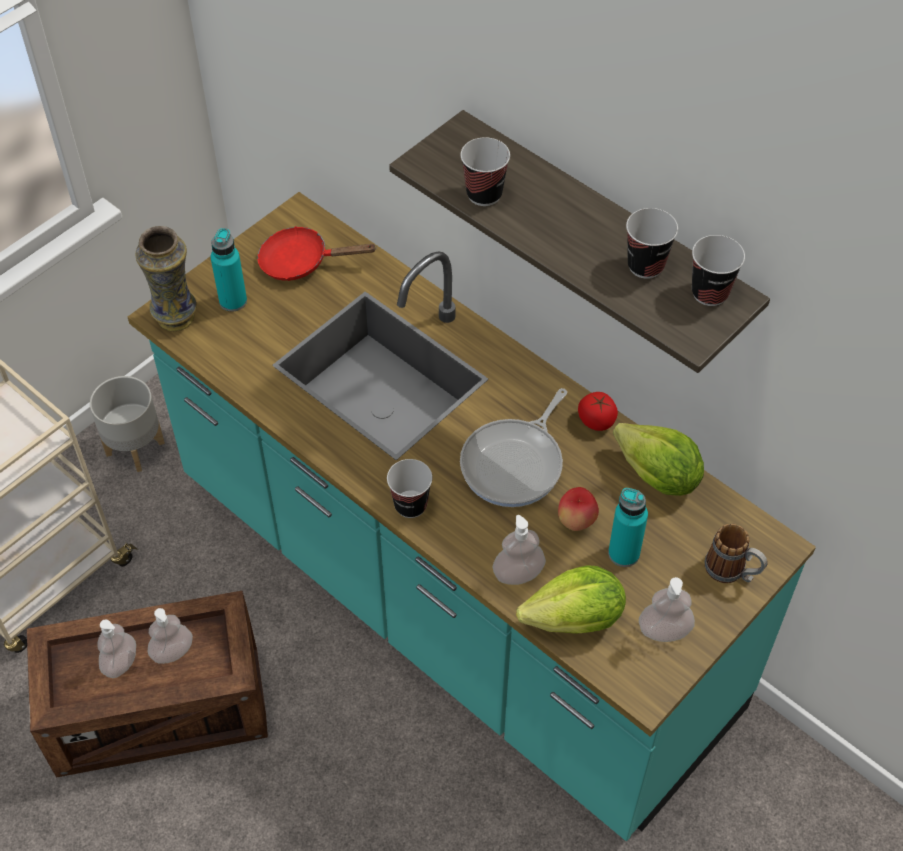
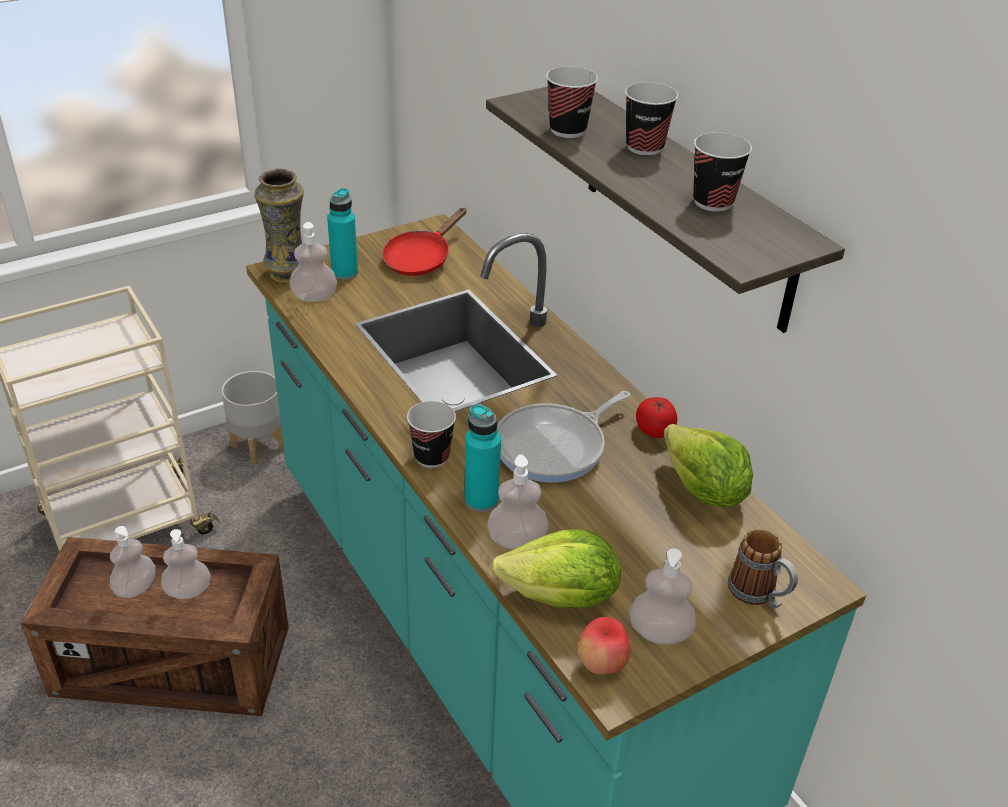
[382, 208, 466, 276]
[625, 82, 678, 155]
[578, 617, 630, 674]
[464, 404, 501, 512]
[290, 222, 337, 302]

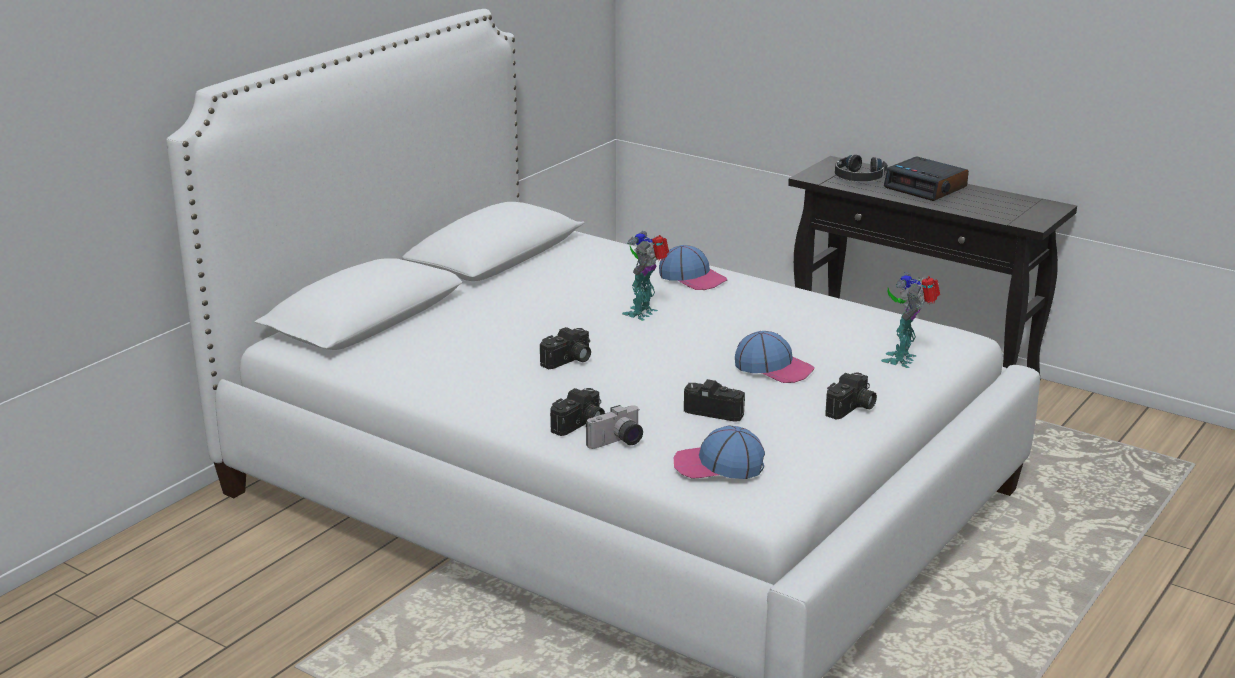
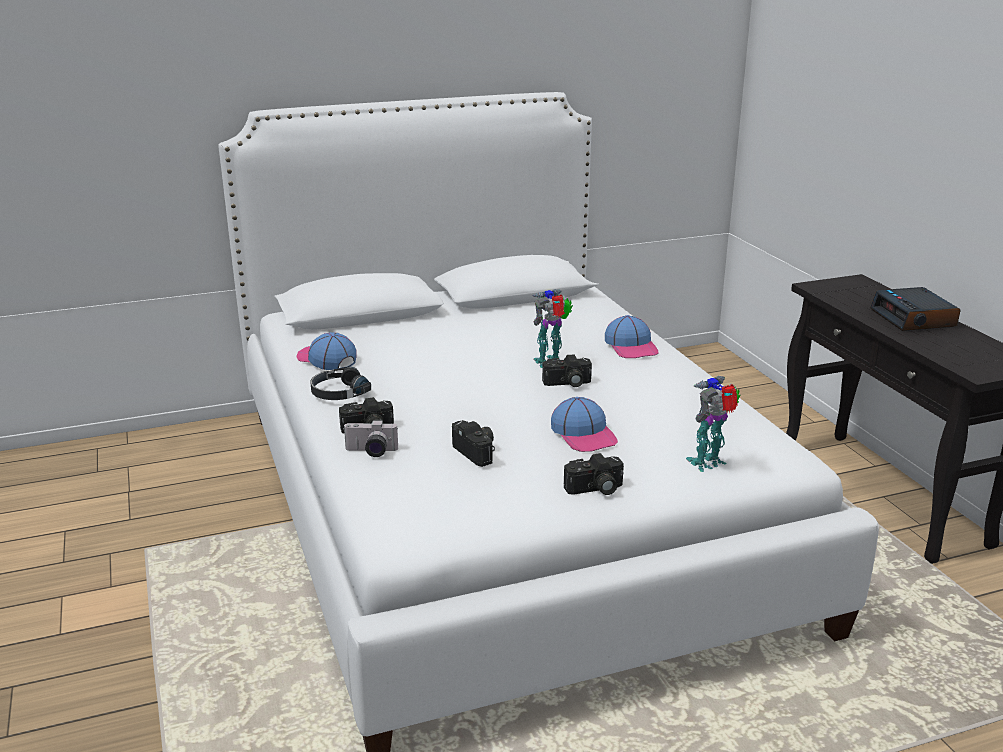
[310, 367, 371, 400]
[542, 354, 592, 387]
[297, 332, 356, 370]

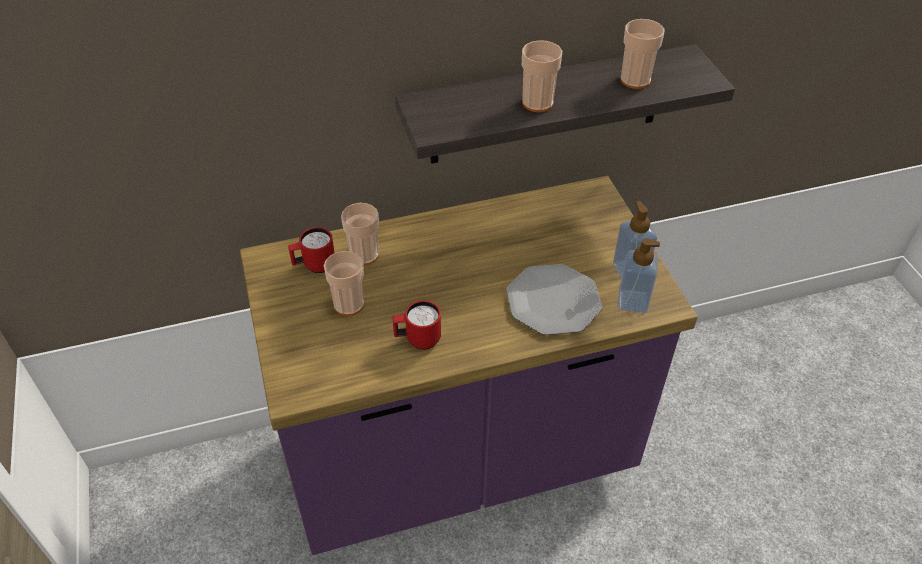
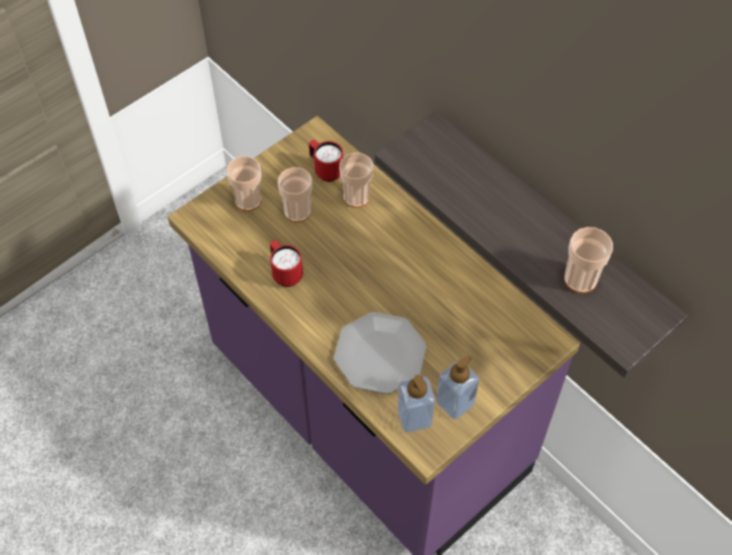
[226, 156, 262, 211]

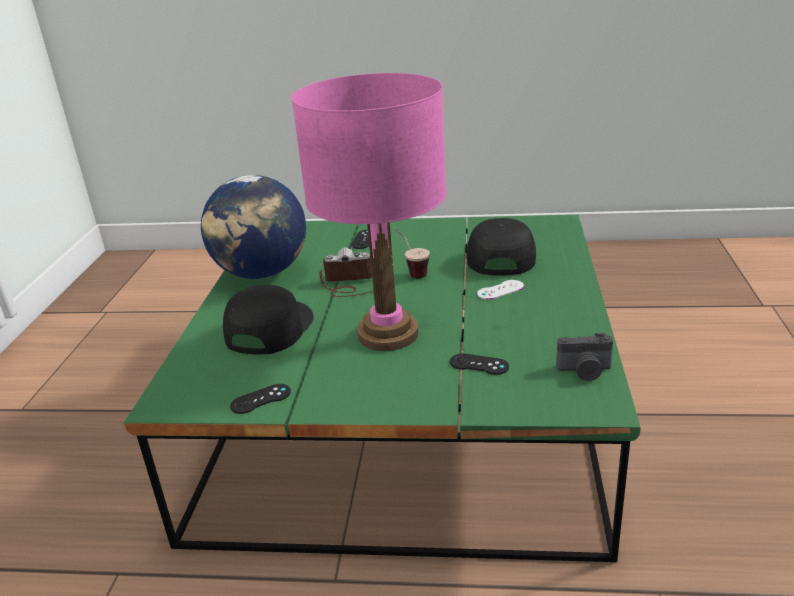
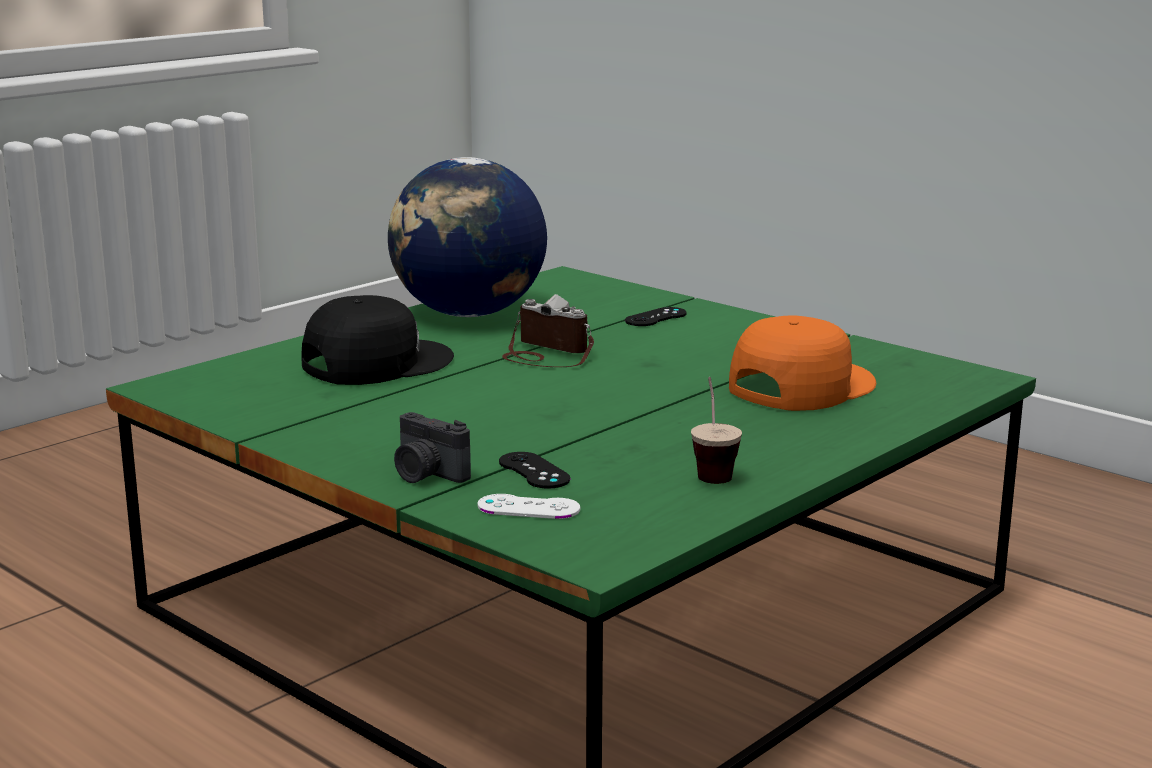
[291, 73, 447, 351] (first image)
[729, 315, 876, 411]
[691, 377, 742, 484]
[477, 494, 580, 519]
[394, 412, 471, 483]
[230, 384, 291, 414] (first image)

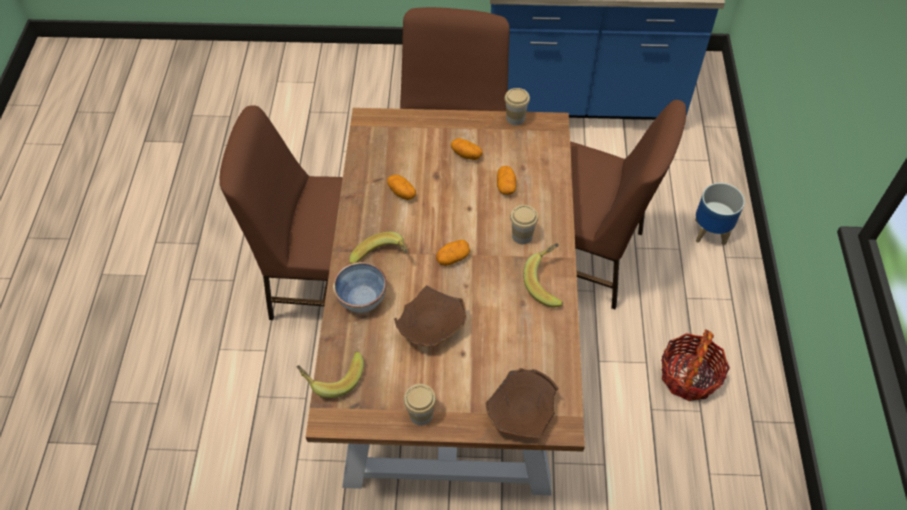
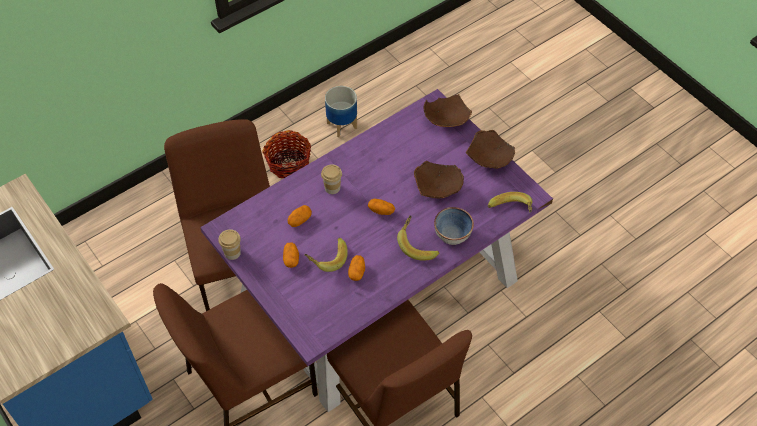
[200, 89, 553, 412]
[325, 86, 357, 137]
[305, 238, 348, 272]
[466, 130, 515, 169]

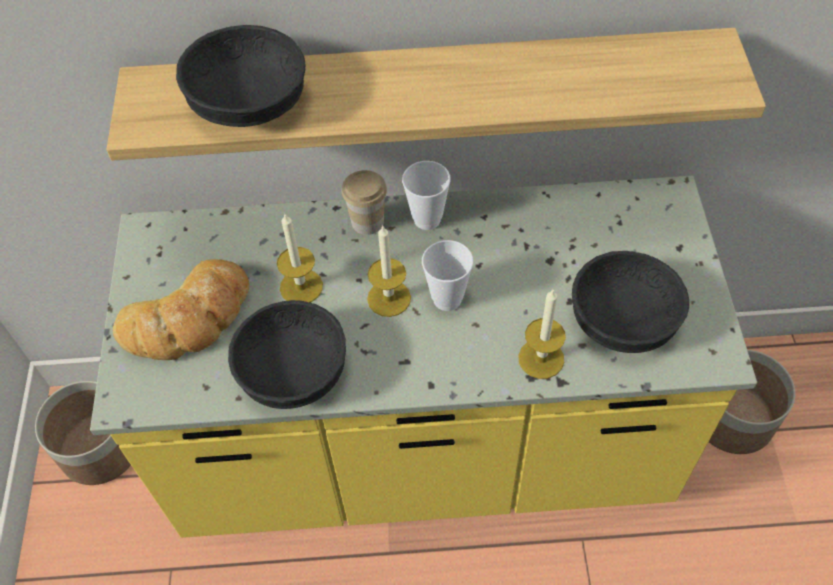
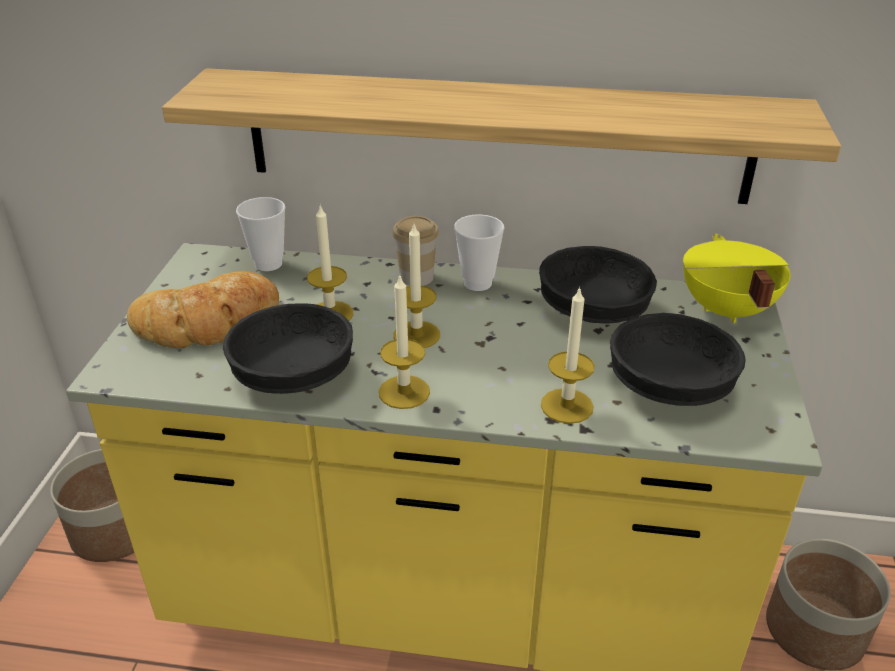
[539, 246, 657, 323]
[236, 197, 285, 271]
[683, 234, 791, 323]
[379, 276, 430, 409]

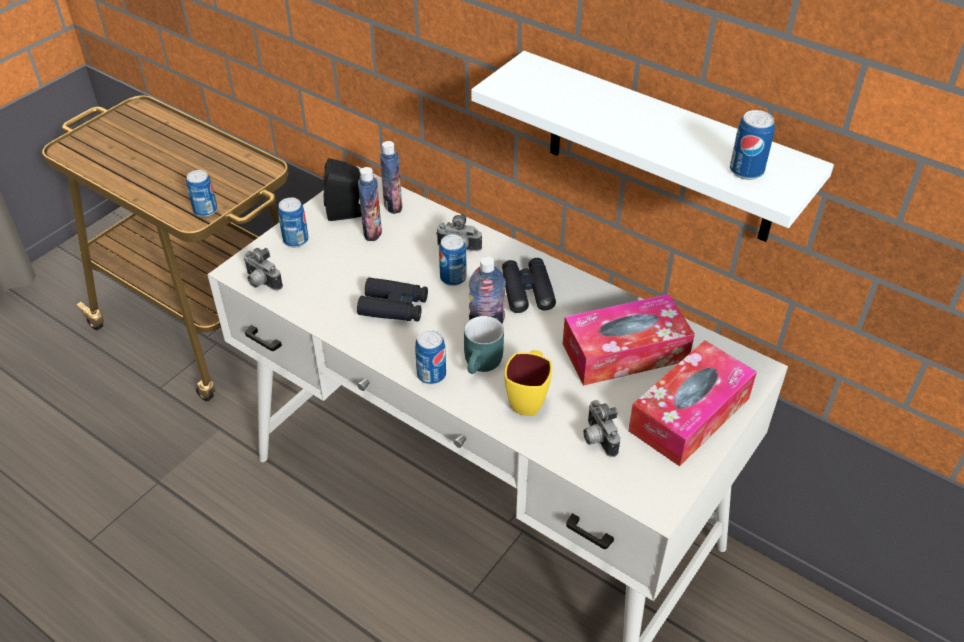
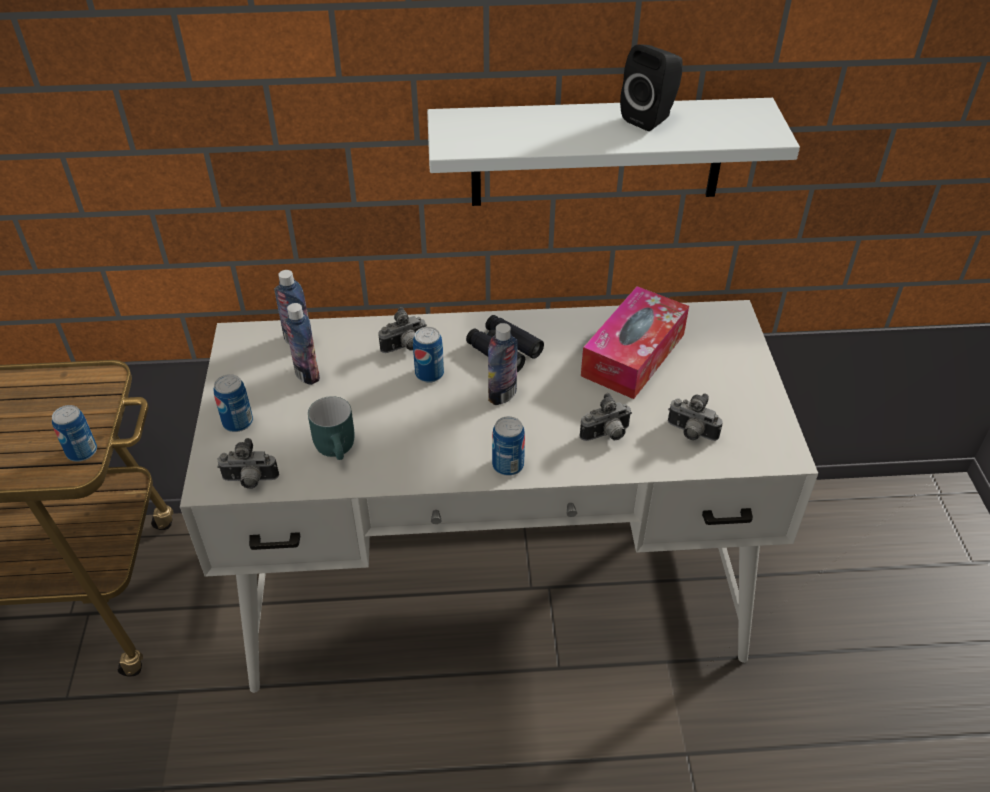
[730, 110, 775, 180] (first image)
[620, 44, 683, 131]
[357, 277, 428, 322] (first image)
[308, 396, 355, 460]
[628, 340, 757, 466] (first image)
[580, 393, 632, 441]

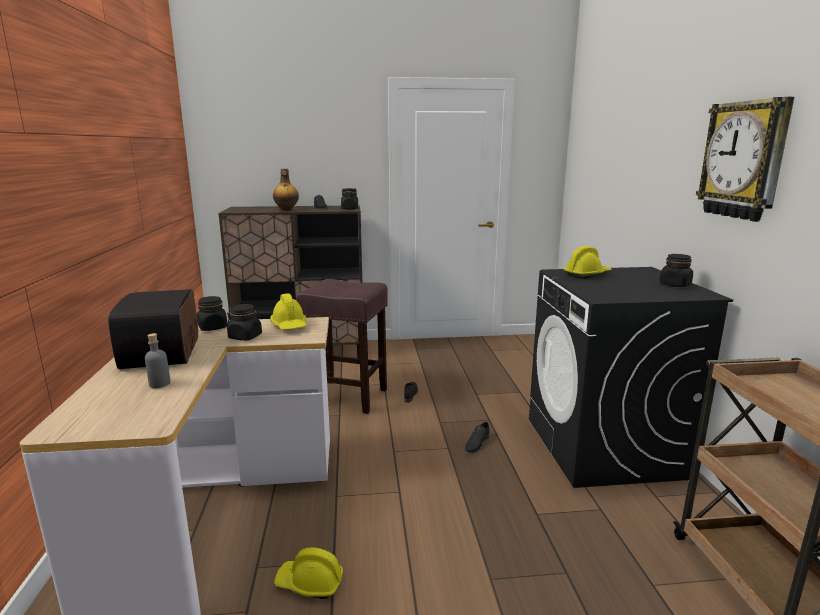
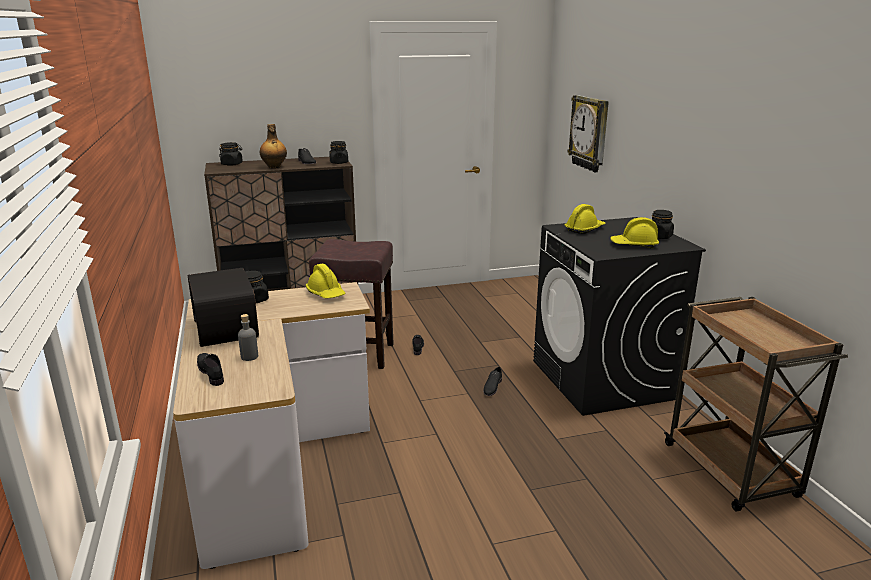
[568, 95, 609, 172]
[219, 142, 243, 166]
[610, 217, 659, 248]
[197, 353, 224, 386]

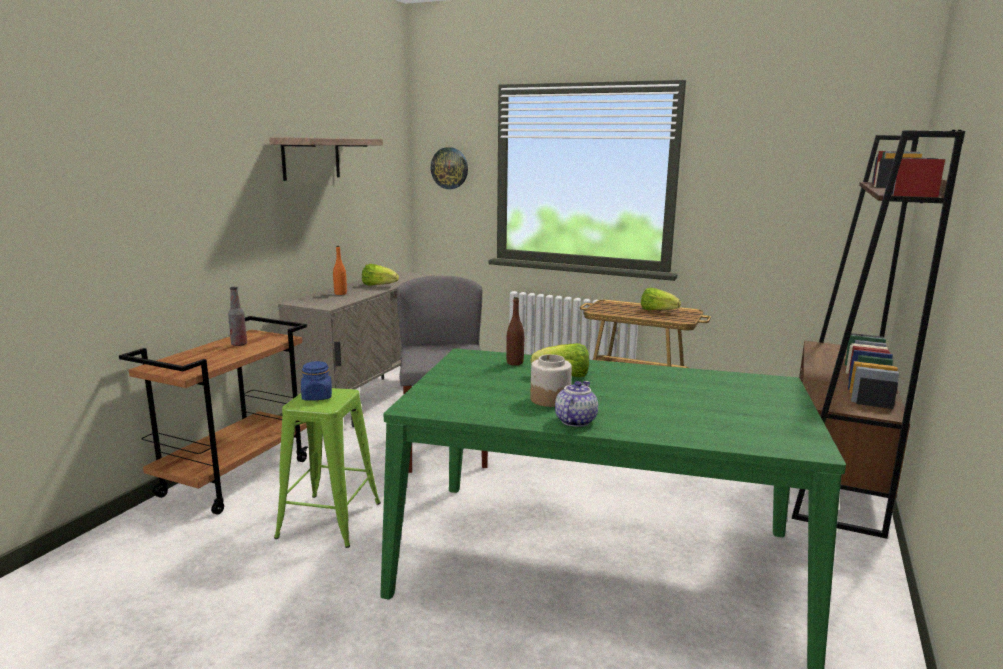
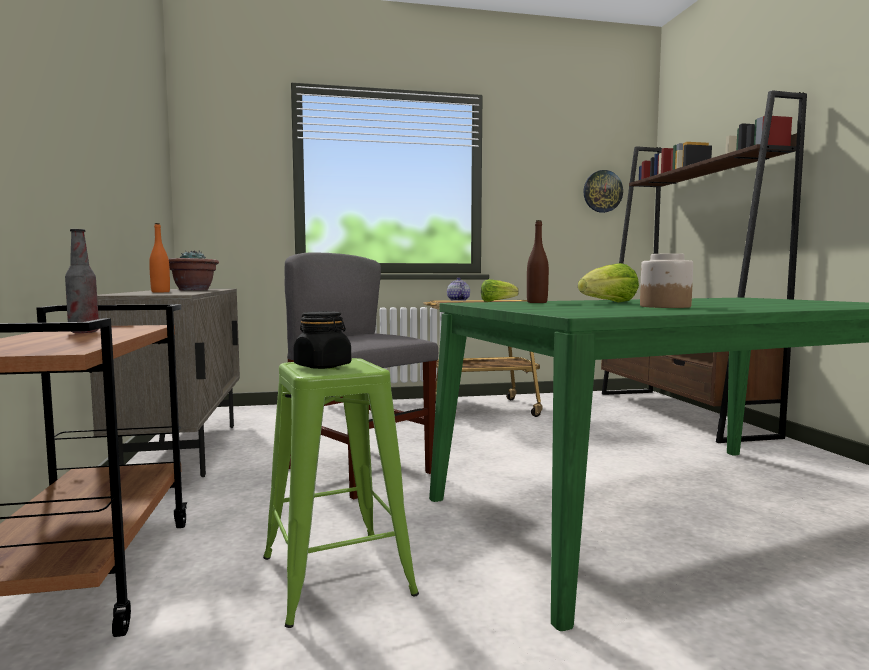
[269, 137, 383, 181] (first image)
[583, 170, 623, 213]
[169, 251, 219, 290]
[294, 311, 351, 369]
[447, 277, 470, 301]

